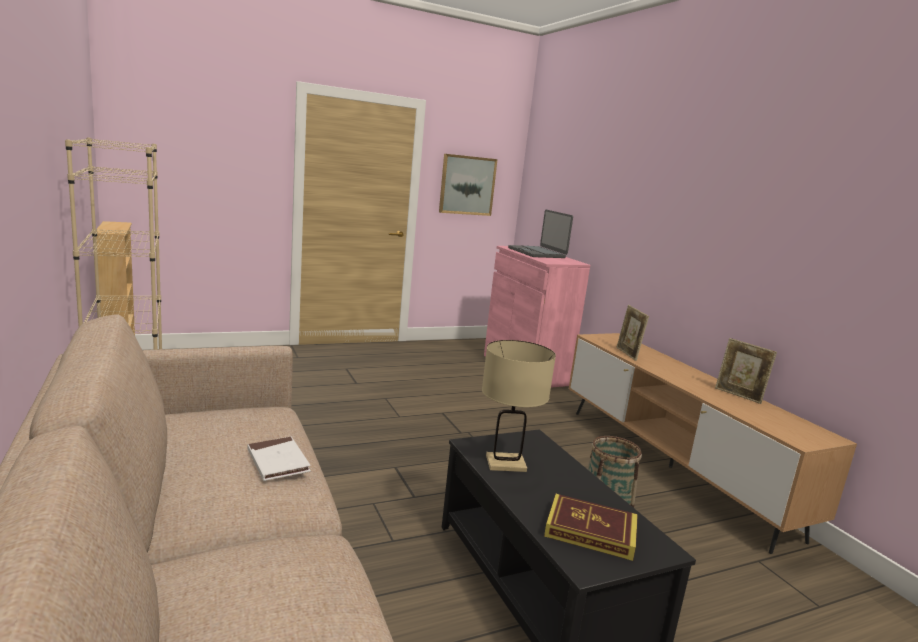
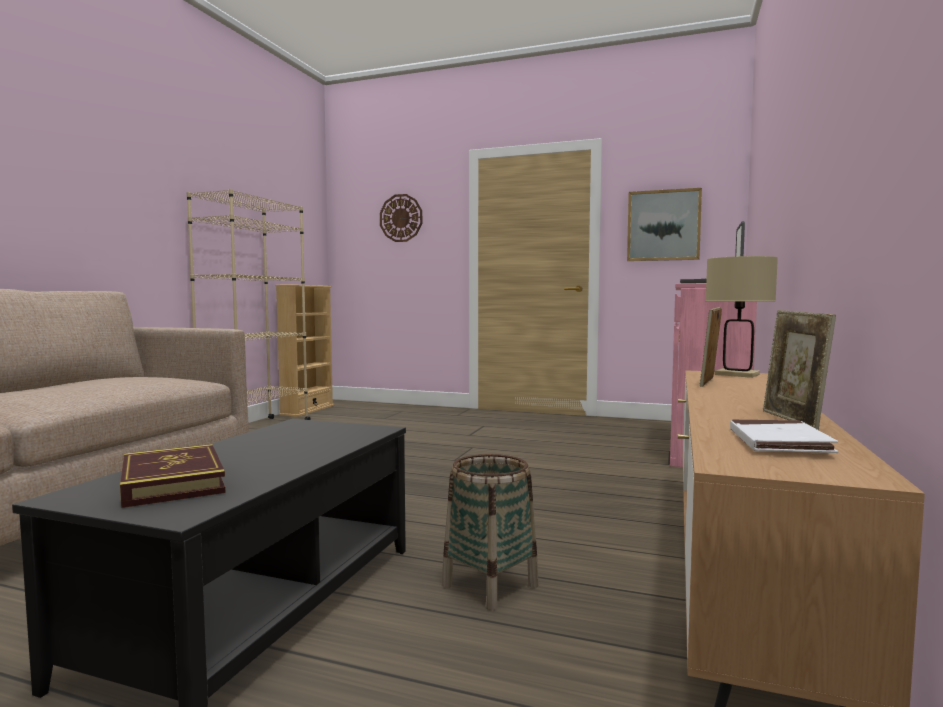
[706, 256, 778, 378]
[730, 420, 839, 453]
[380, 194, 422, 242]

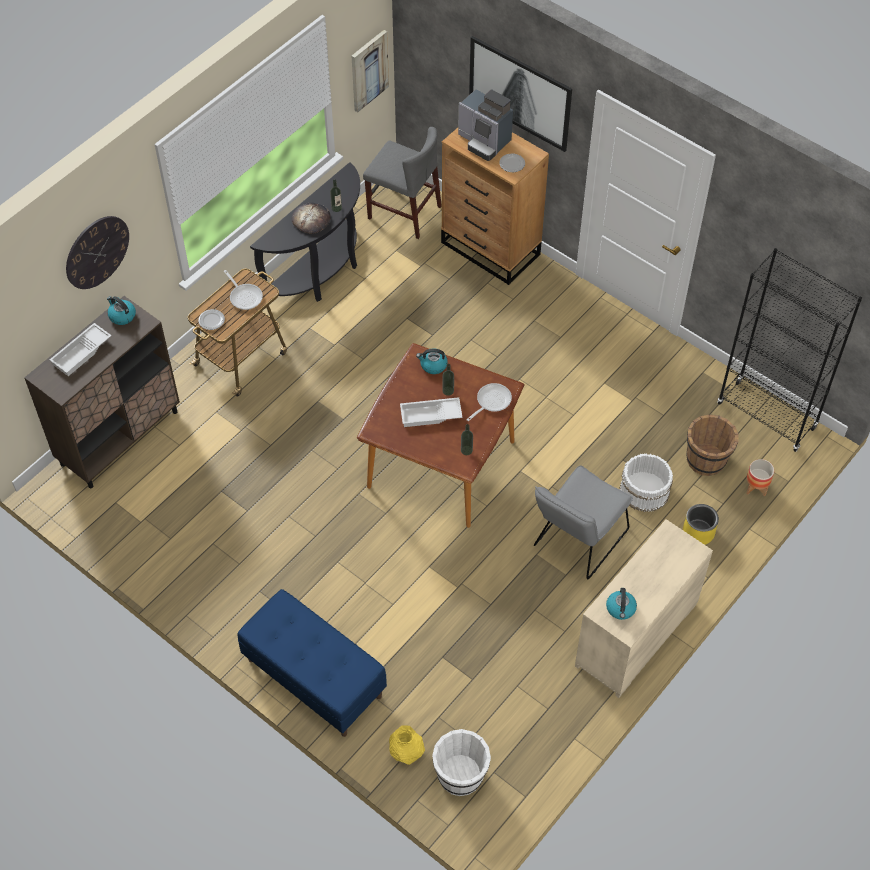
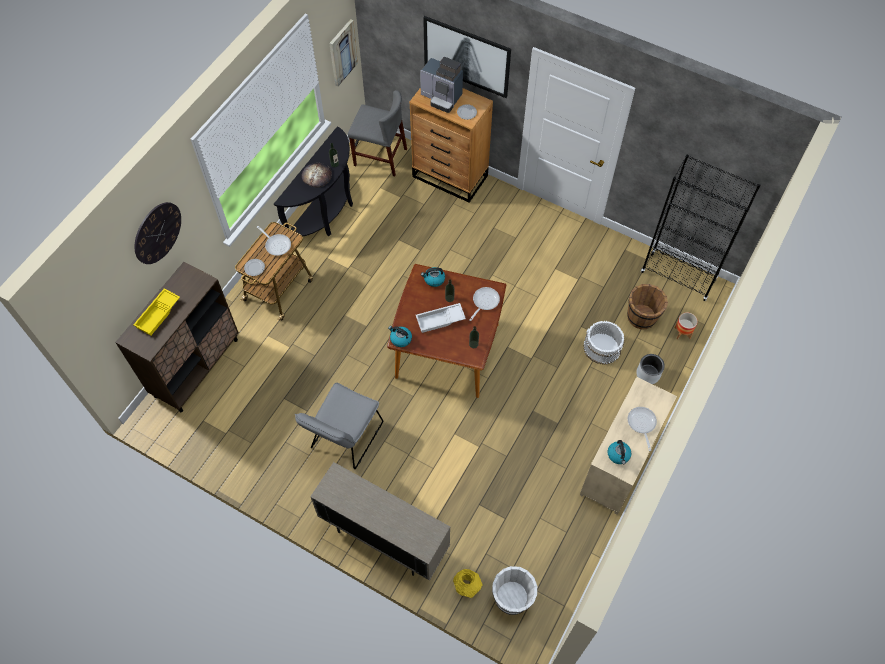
[388, 326, 412, 347]
[133, 288, 180, 336]
[295, 383, 383, 469]
[636, 354, 665, 384]
[310, 462, 450, 581]
[628, 407, 657, 451]

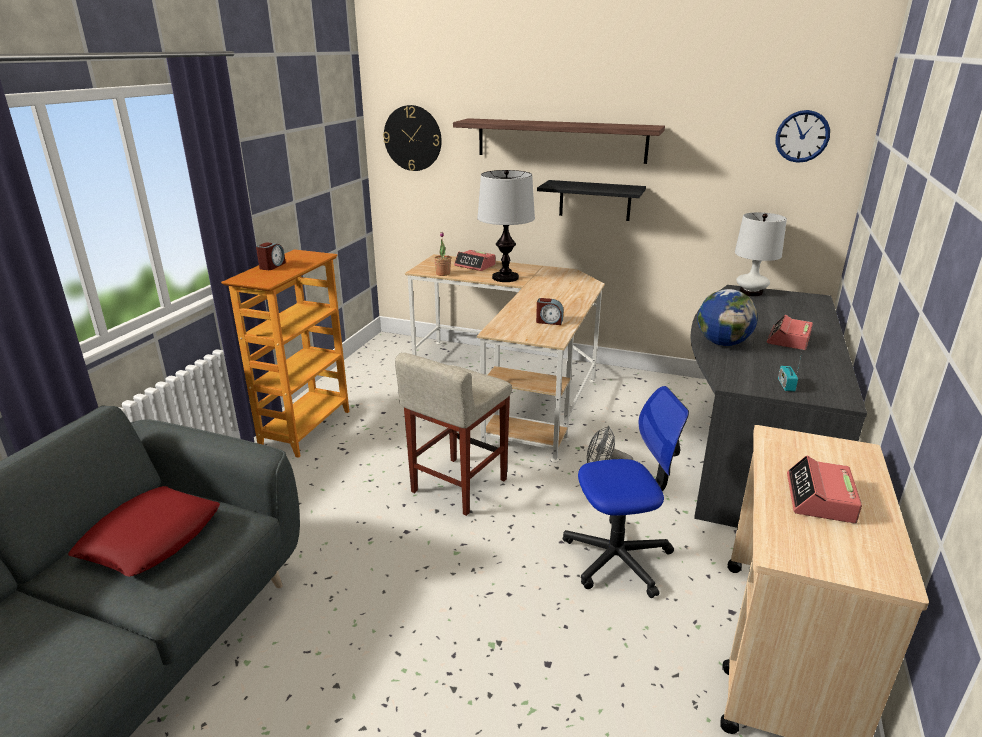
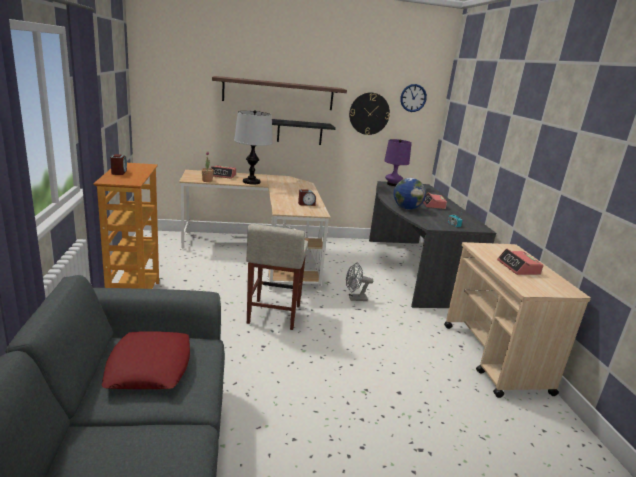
[349, 92, 390, 135]
[384, 139, 412, 186]
[563, 386, 689, 598] (first image)

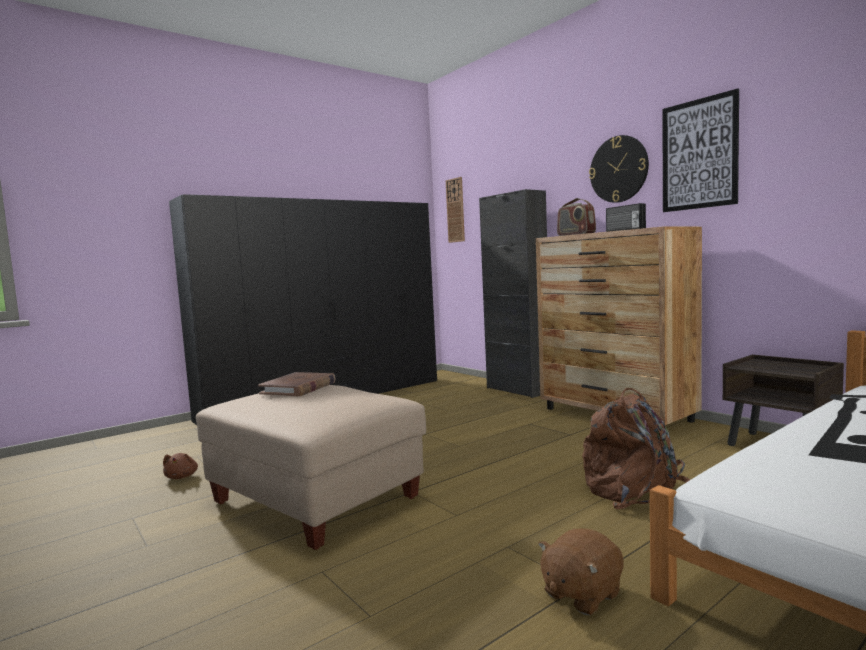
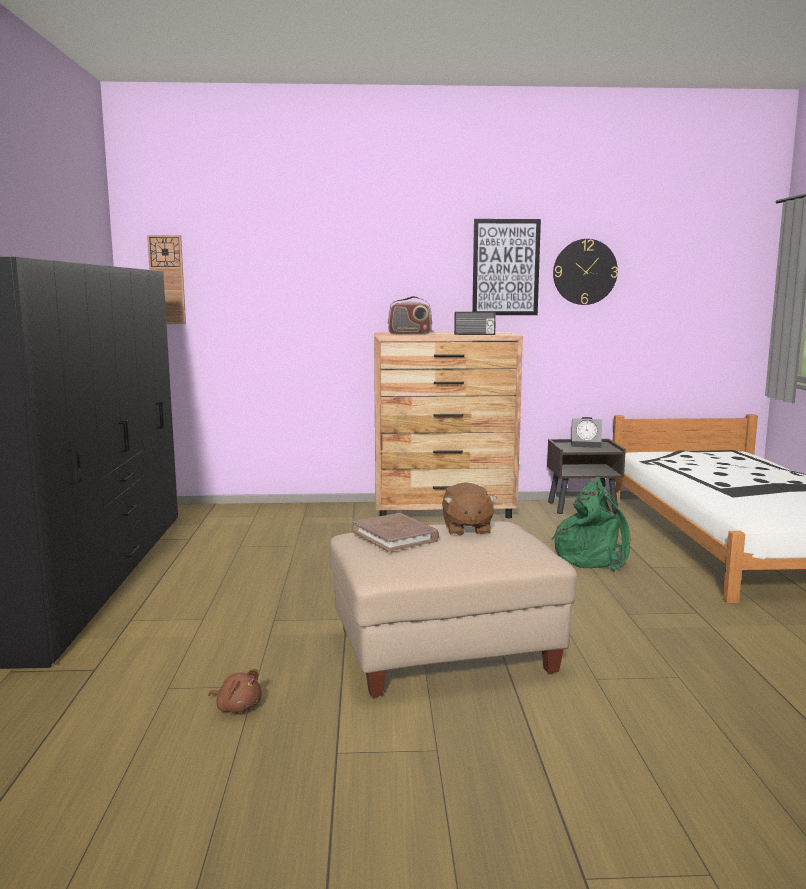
[553, 239, 618, 305]
[479, 189, 547, 398] (first image)
[551, 477, 631, 571]
[442, 482, 497, 536]
[571, 417, 602, 448]

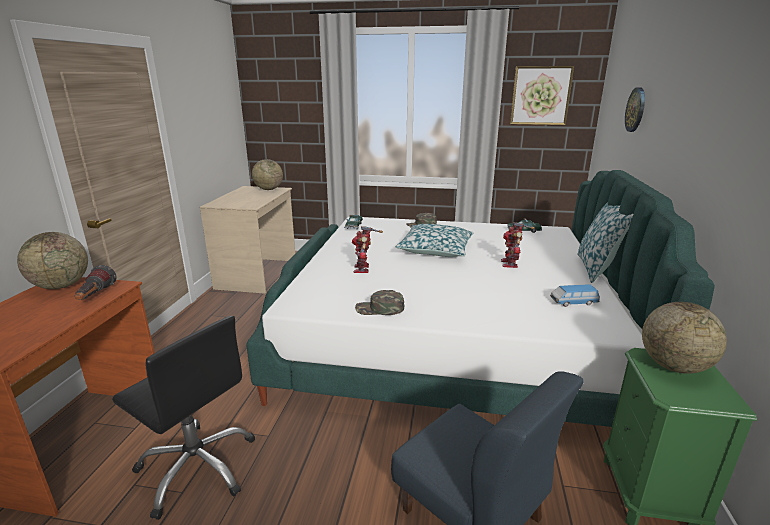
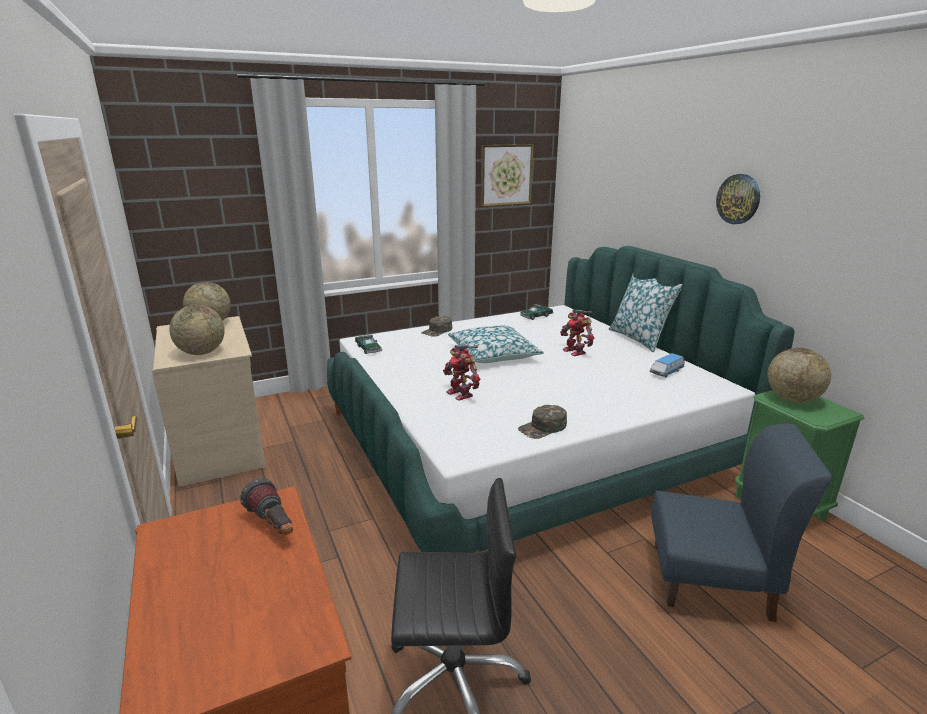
[716, 174, 760, 224]
[169, 305, 225, 355]

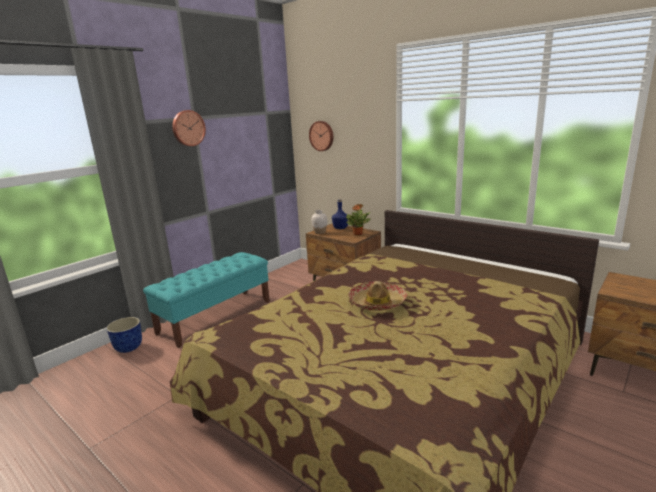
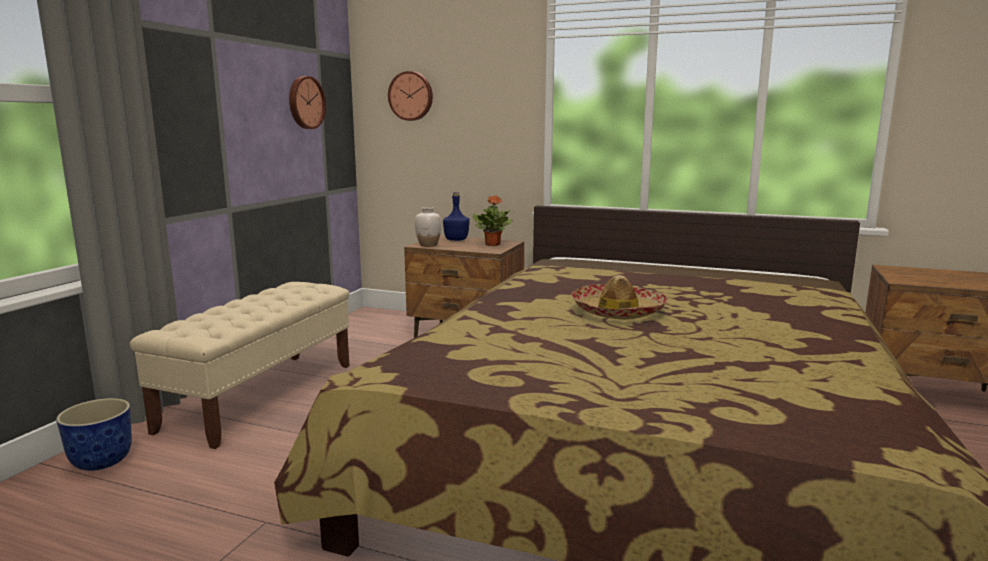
[289, 76, 326, 129]
[130, 282, 349, 449]

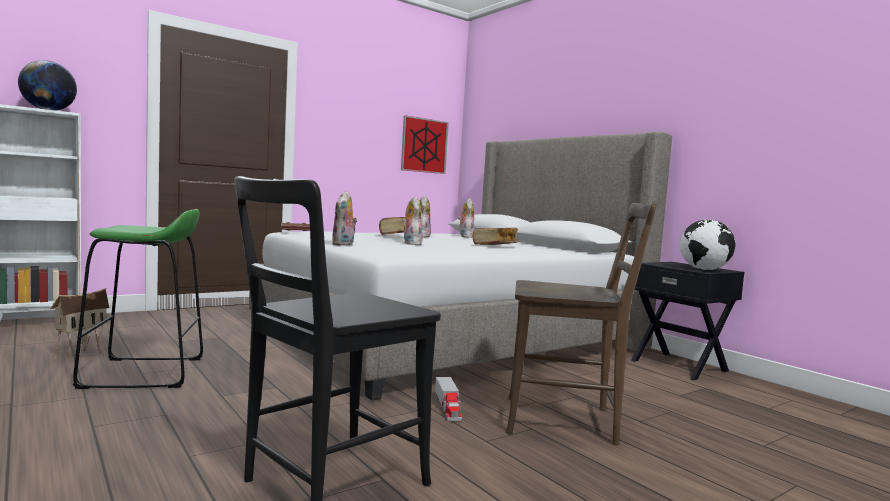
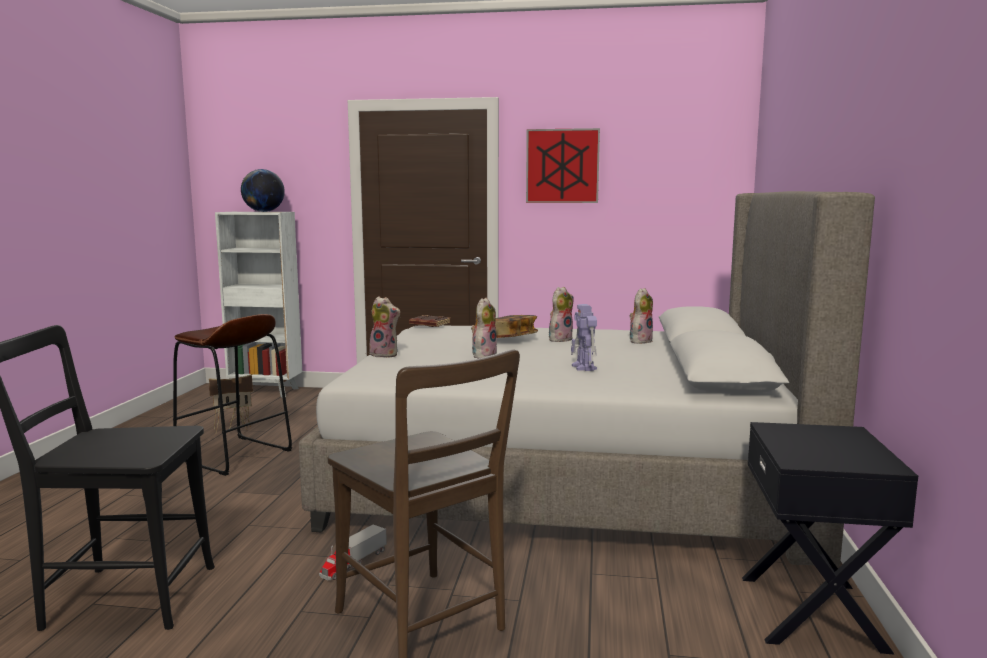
[526, 128, 600, 203]
[369, 296, 400, 358]
[173, 314, 292, 476]
[680, 219, 736, 270] (first image)
[571, 304, 597, 371]

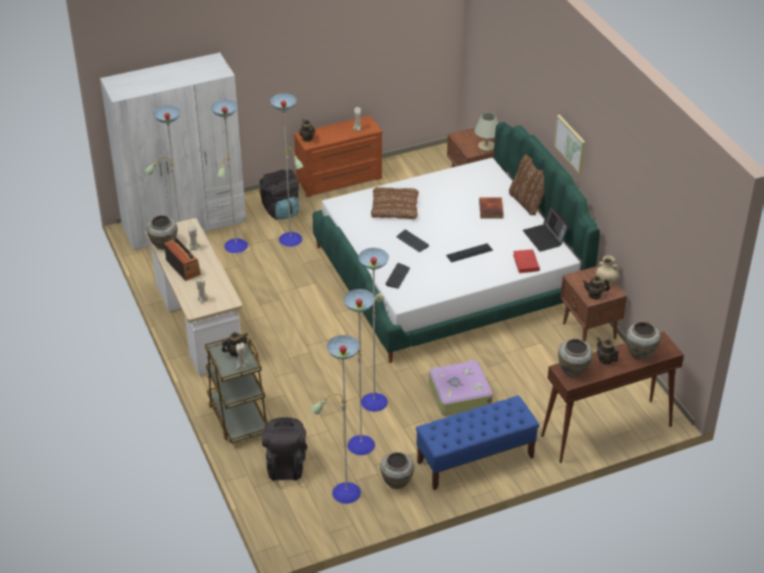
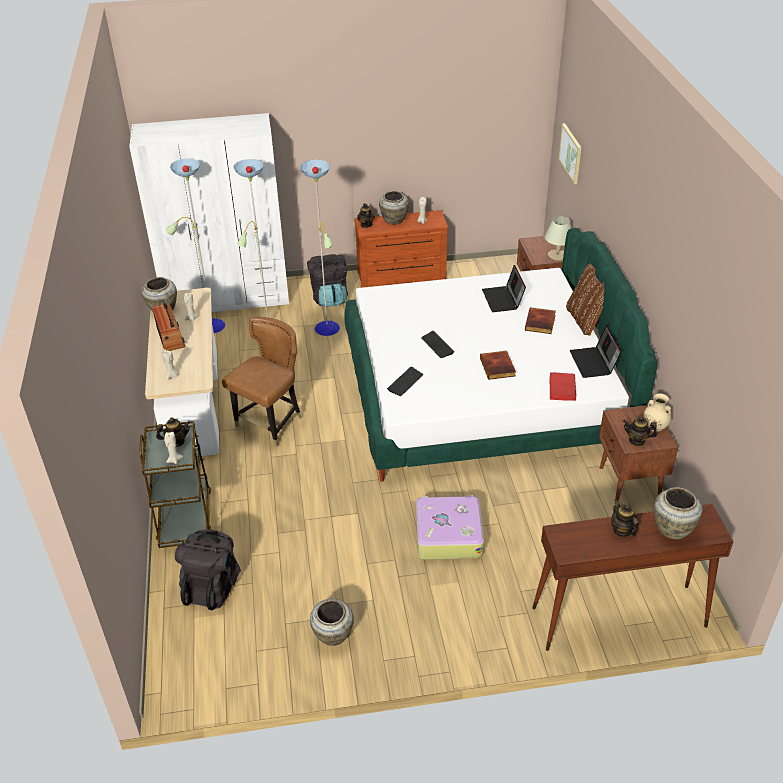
[559, 123, 582, 184]
[371, 187, 419, 219] (first image)
[480, 351, 516, 380]
[311, 248, 389, 504] (first image)
[379, 191, 409, 225]
[416, 395, 539, 490] (first image)
[482, 265, 526, 312]
[222, 317, 302, 446]

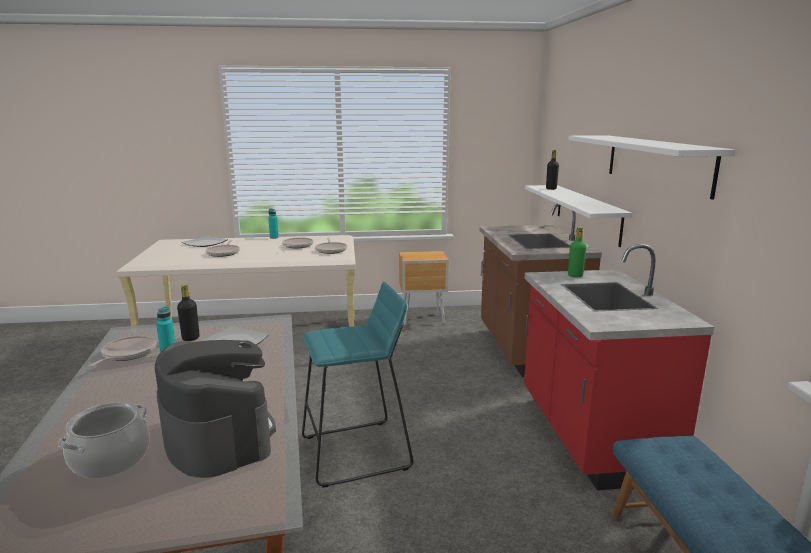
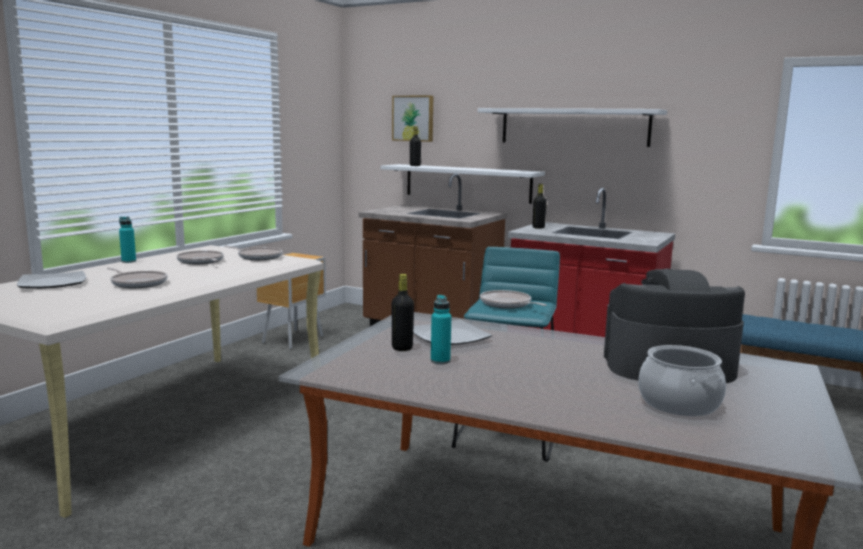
[533, 184, 547, 229]
[480, 290, 547, 309]
[392, 96, 433, 142]

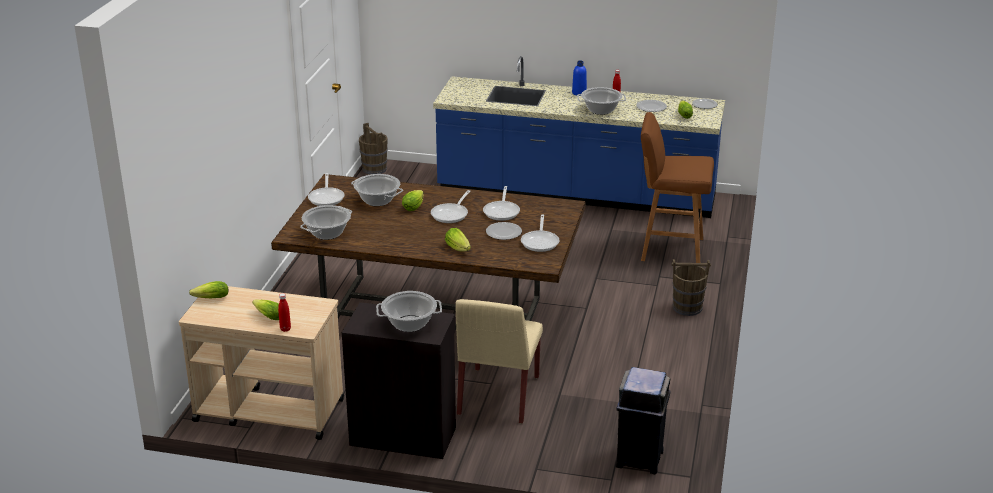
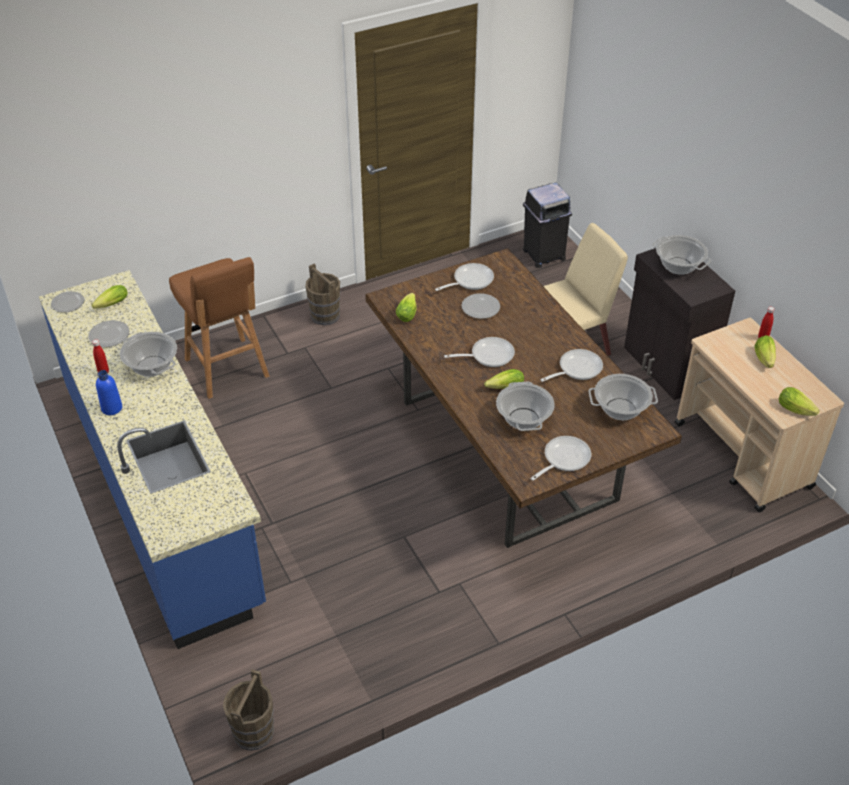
[540, 349, 603, 382]
[396, 293, 417, 322]

